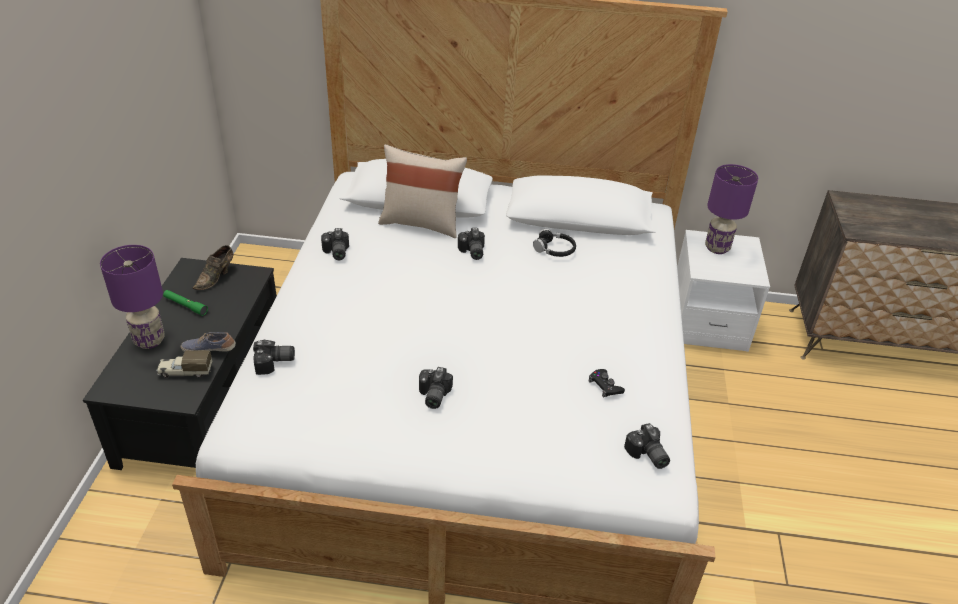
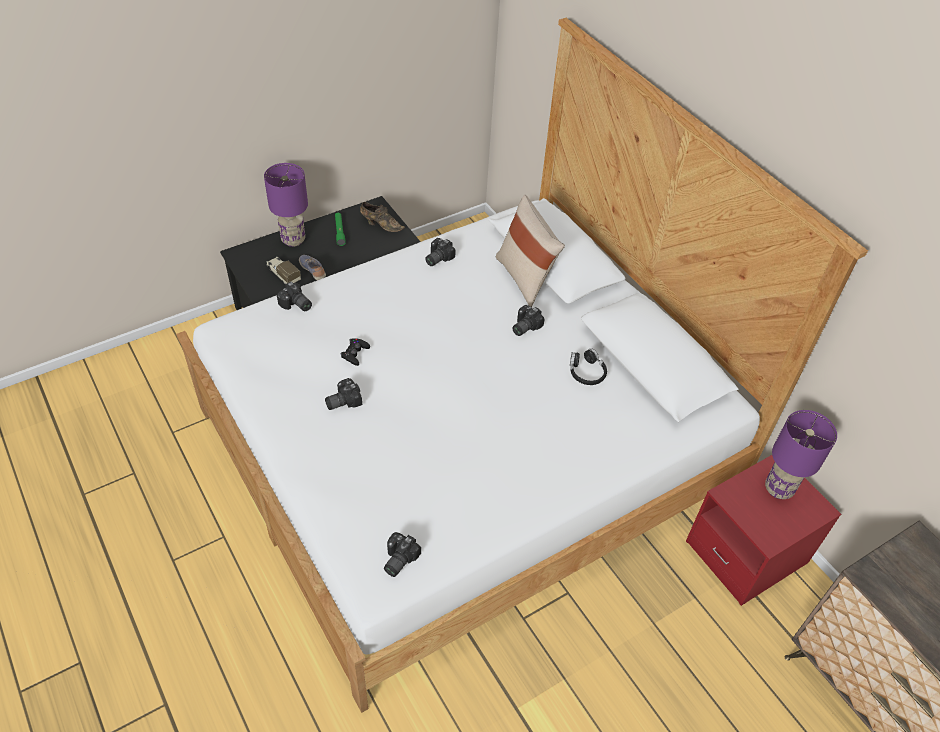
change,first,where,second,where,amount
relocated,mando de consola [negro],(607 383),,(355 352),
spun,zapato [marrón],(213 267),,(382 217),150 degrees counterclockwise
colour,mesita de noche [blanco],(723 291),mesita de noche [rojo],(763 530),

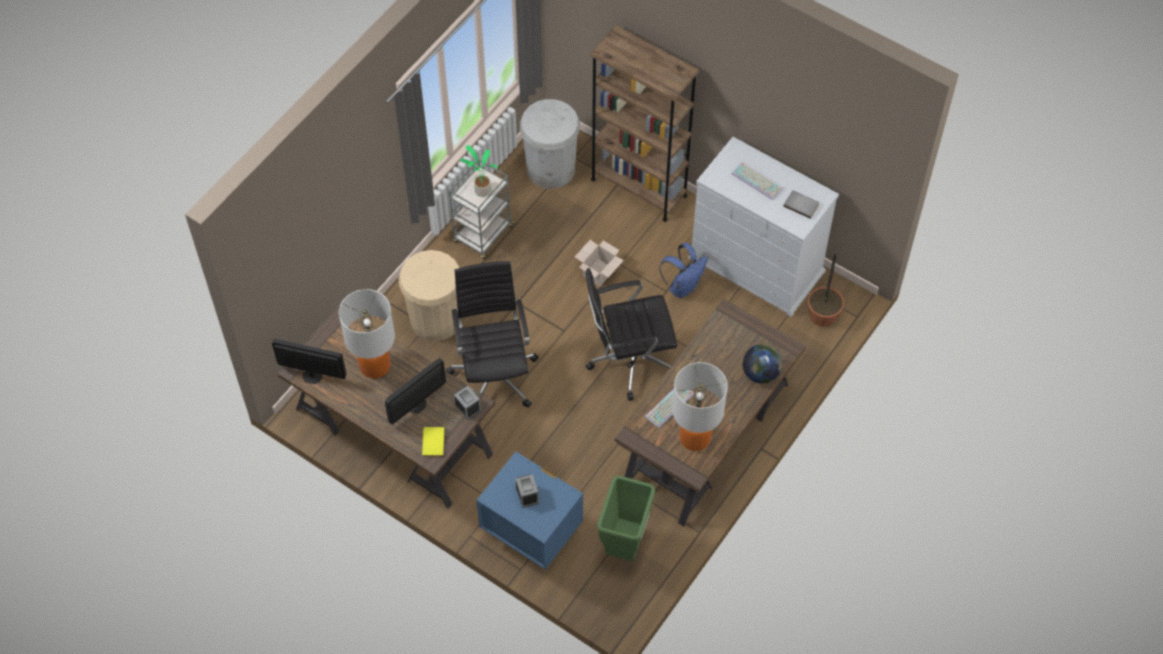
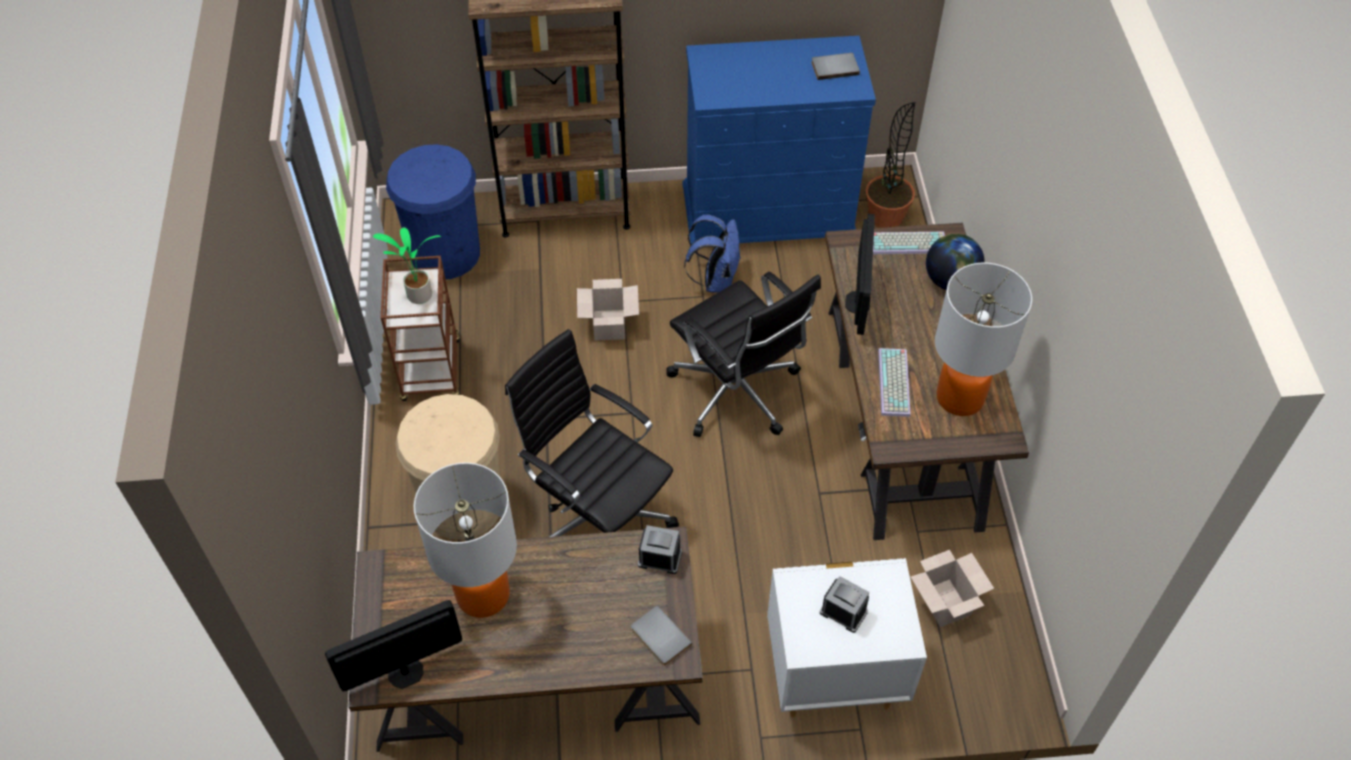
change,first,where,second,where,amount
colour,carrito [gris],(482 209),carrito [marrón],(420 328),
colour,papelera [blanco],(550 144),papelera [azul],(433 211),
colour,libro [amarillo],(433 442),libro [gris],(661 635),
spun,silla de oficina [negro],(631 334),,(743 354),75 degrees counterclockwise
colour,cómoda [blanco],(763 227),cómoda [azul],(779 140),
colour,mesita de noche [azul],(529 511),mesita de noche [blanco],(847 637),
relocated,monitor,(415 391),,(860 274),
relocated,teclado,(757 181),,(909 243),
exchanged,papelera [verde],(626 518),caja de cartón,(952 588),

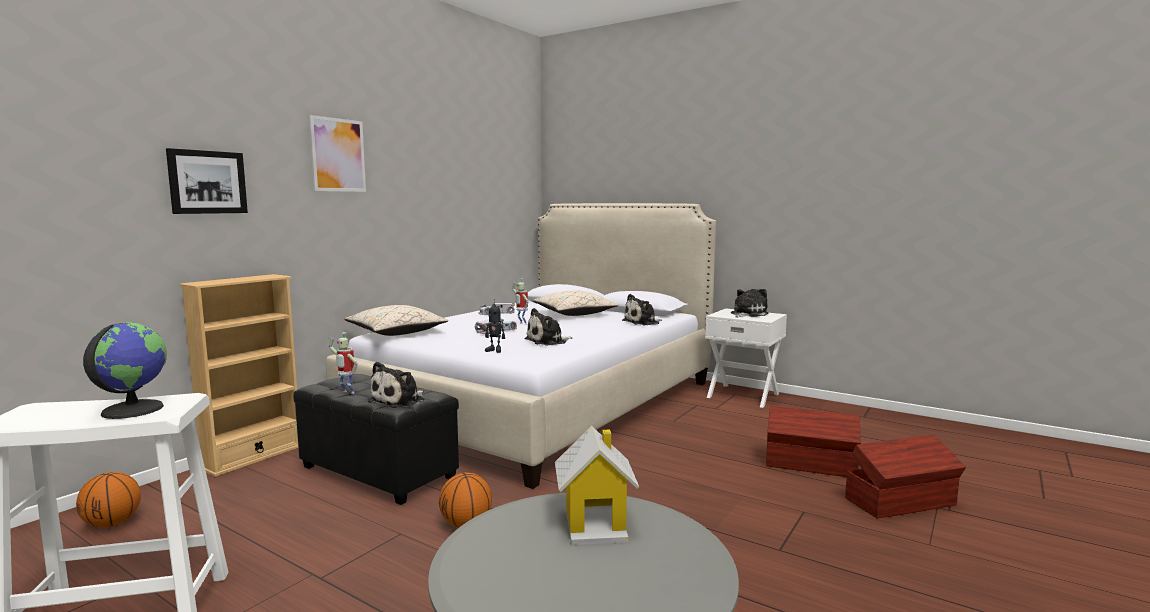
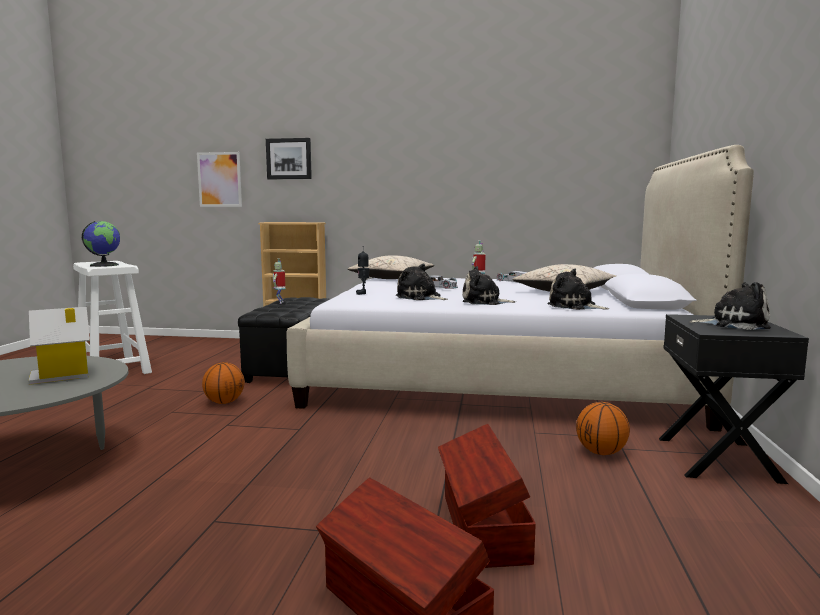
change,first,where,second,where,amount
relocated,cuadro,(337 153),,(219 179),
relocated,peluche,(396 385),,(489 285),
relocated,balón de baloncesto,(108 500),,(603 428),
colour,mesita de noche [blanco],(746 358),mesita de noche [negro],(734 399),

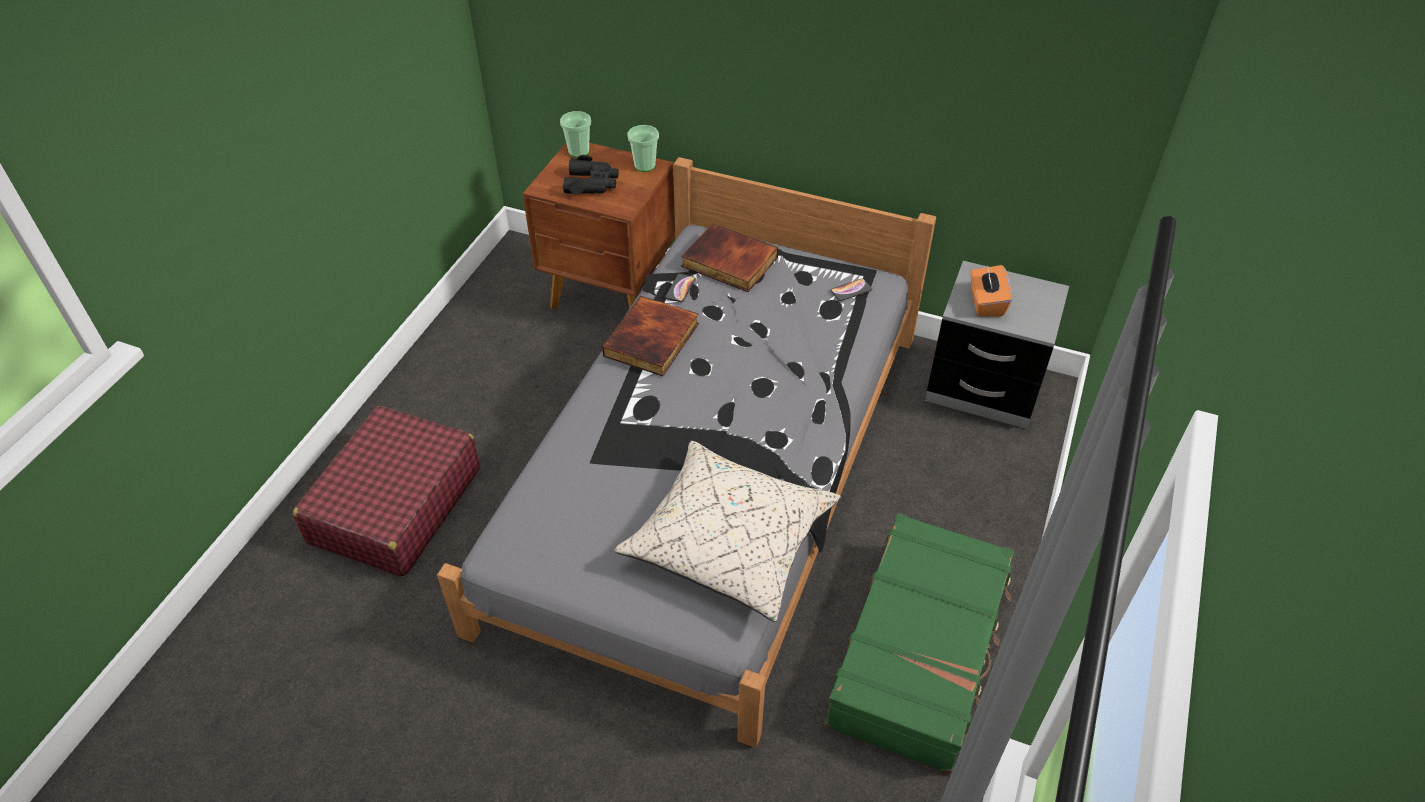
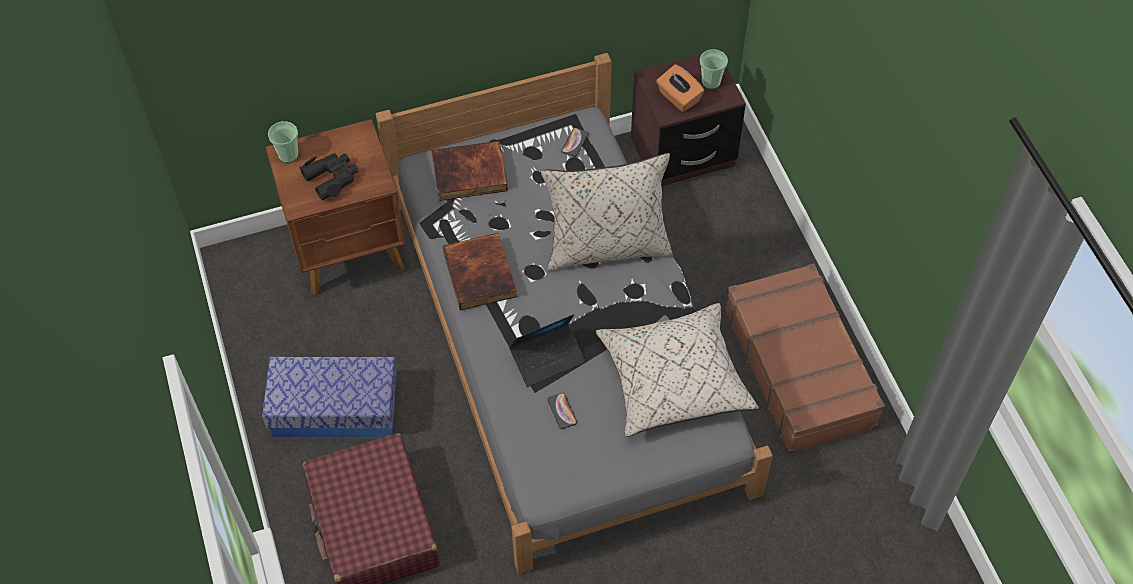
change,first,where,second,where,amount
appeared,,,caja de almacenaje,(329 397),
appeared,,,portátil,(547 350),
appeared,,,cojín [beis],(607 212),
relocated,móvil,(680 288),,(562 411),
colour,mesita de noche [gris],(997 345),mesita de noche [marrón],(688 119),
relocated,taza,(643 148),,(714 69),
colour,maleta [verde],(919 643),maleta [marrón],(805 359),

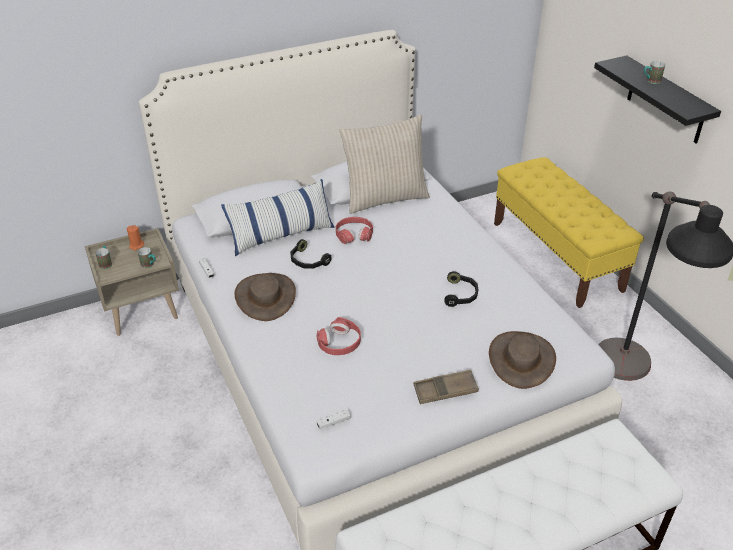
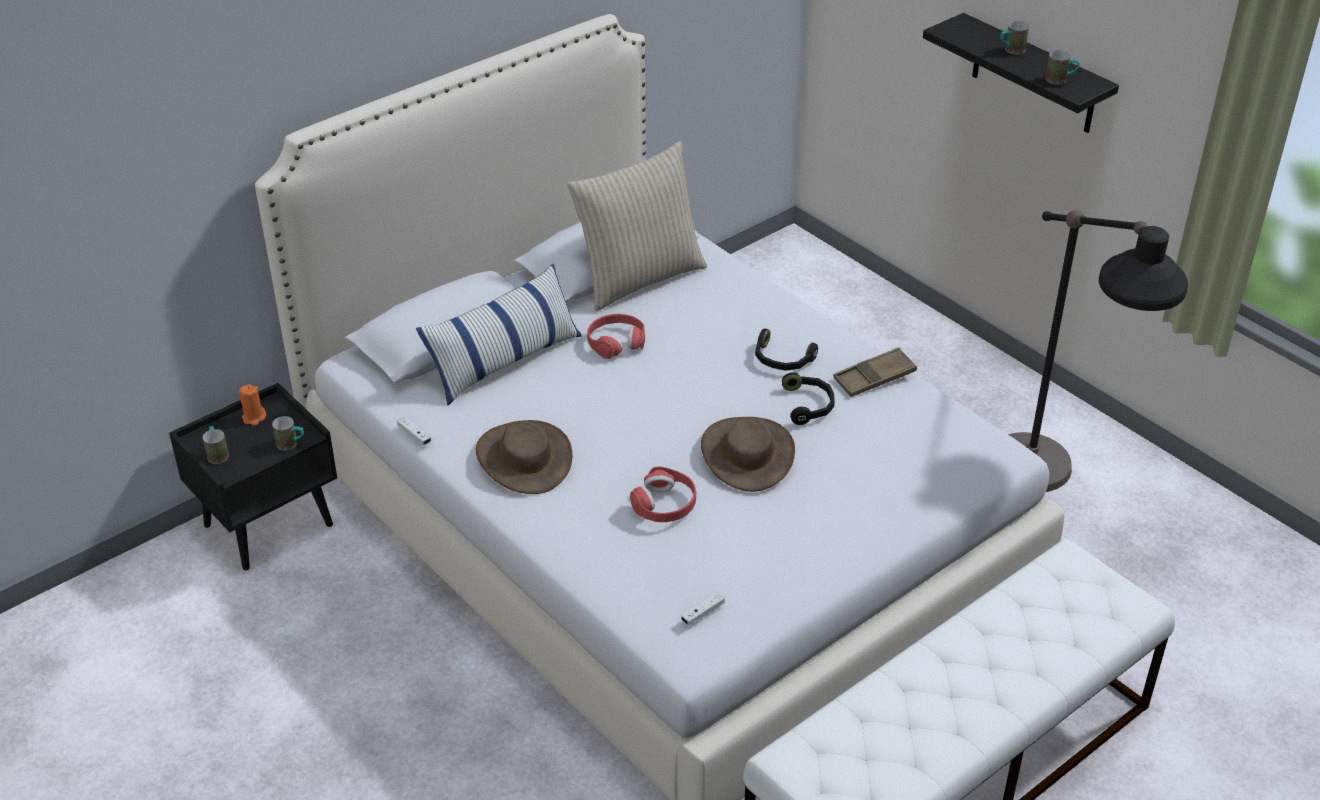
change,first,where,second,where,amount
colour,mesita de noche [beis],(132 282),mesita de noche [negro],(253 476),
relocated,sombrero [marrón],(522 360),,(748 454),
relocated,auriculares [negro],(311 254),,(786 349),
relocated,bandeja [marrón],(446 387),,(875 372),
appeared,,,taza grande,(1062 67),
missing,banco [amarillo],(569 232),,,

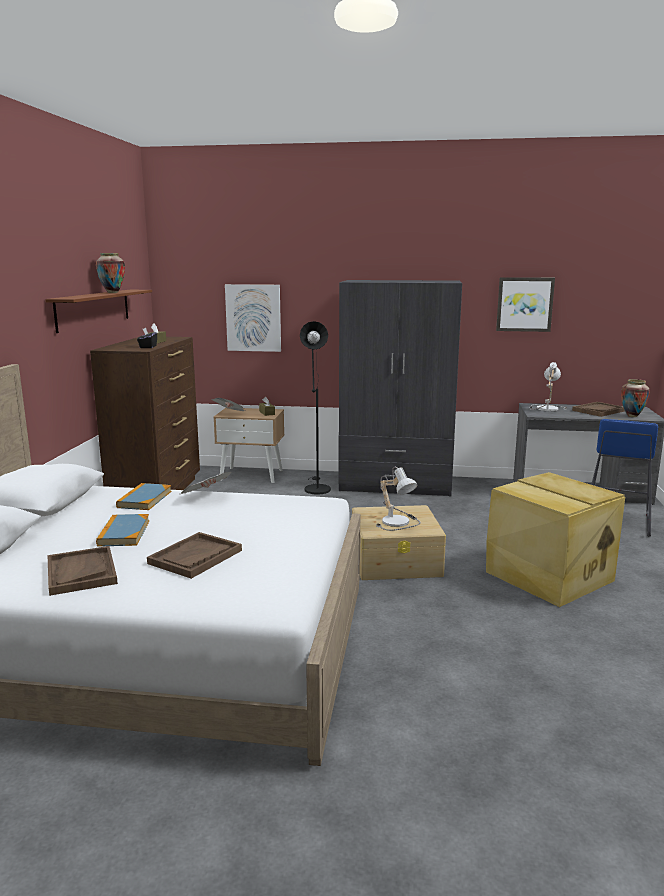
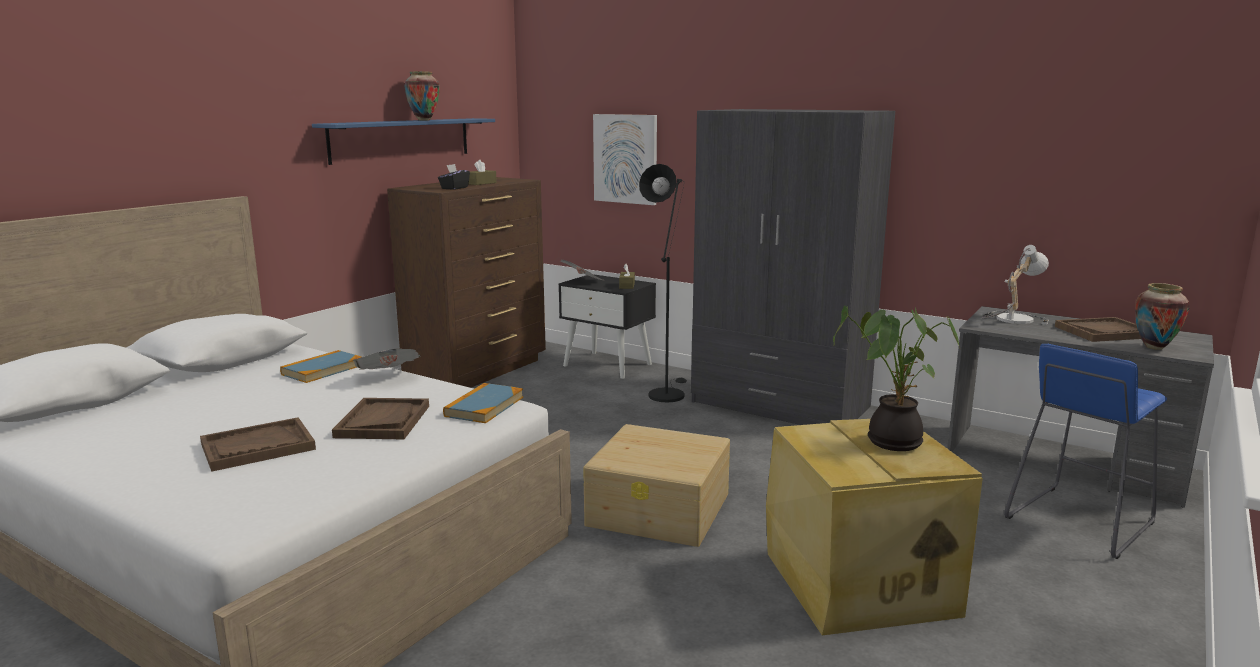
change,first,where,second,where,amount
colour,estante [marrón],(98 311),estante [azul],(403 141),
relocated,bandeja [marrón],(83 571),,(380 418),
relocated,libro,(122 530),,(483 403),
colour,mesita de noche [beis],(248 445),mesita de noche [negro],(607 326),
appeared,,,planta en maceta,(896 378),
missing,lámpara de mesa,(398 499),,,
missing,cuadro,(525 304),,,

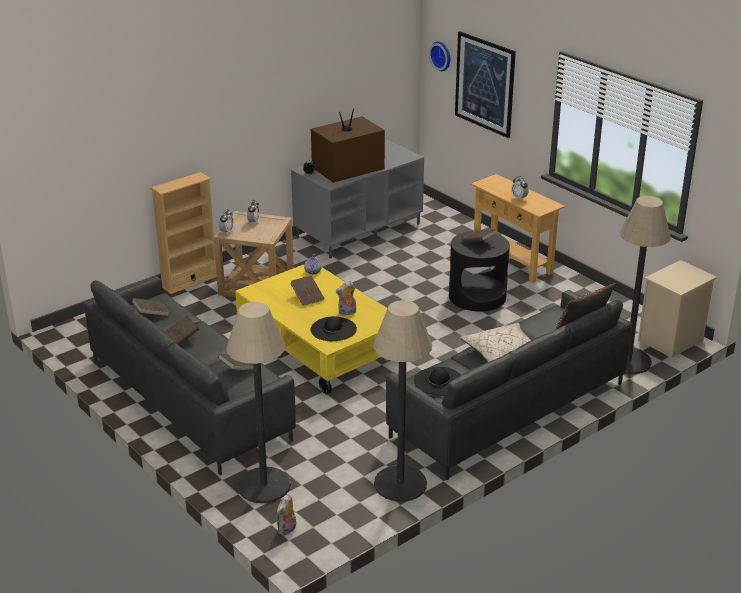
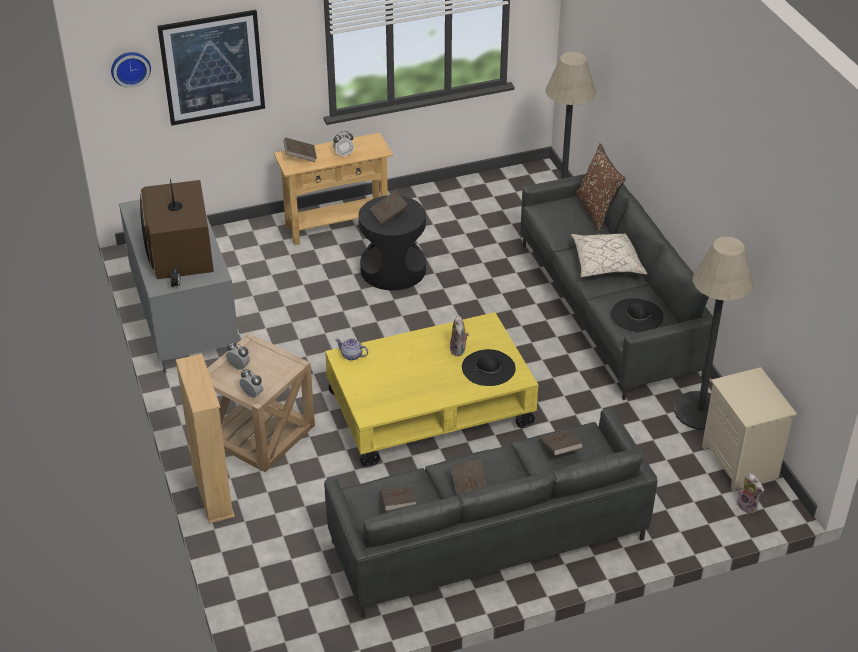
change,first,where,second,where,amount
relocated,libro [marrón],(307 290),,(300 149),
relocated,mesita de noche [beis],(677 309),,(749 429),
missing,lámpara de pie,(258 402),,,

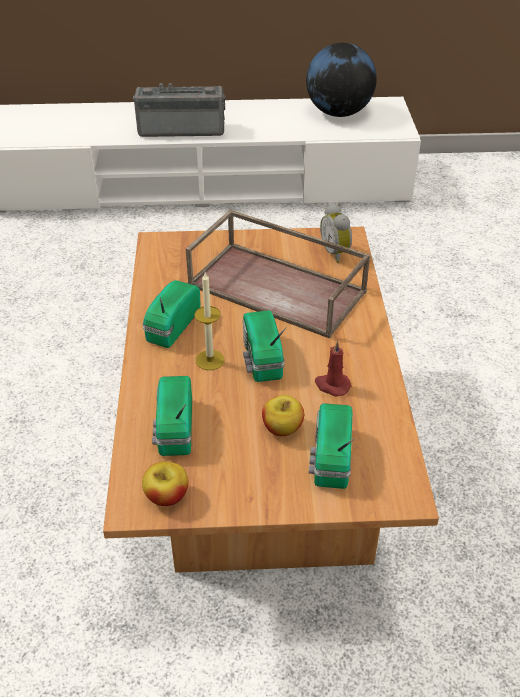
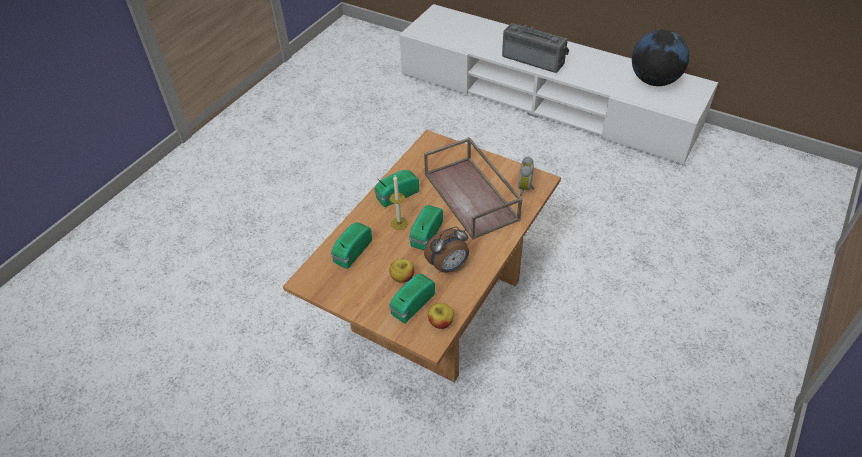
change,first,where,second,where,amount
exchanged,vela [rojo],(333 368),despertador,(446 249),
relocated,manzana,(165 484),,(441 316),

